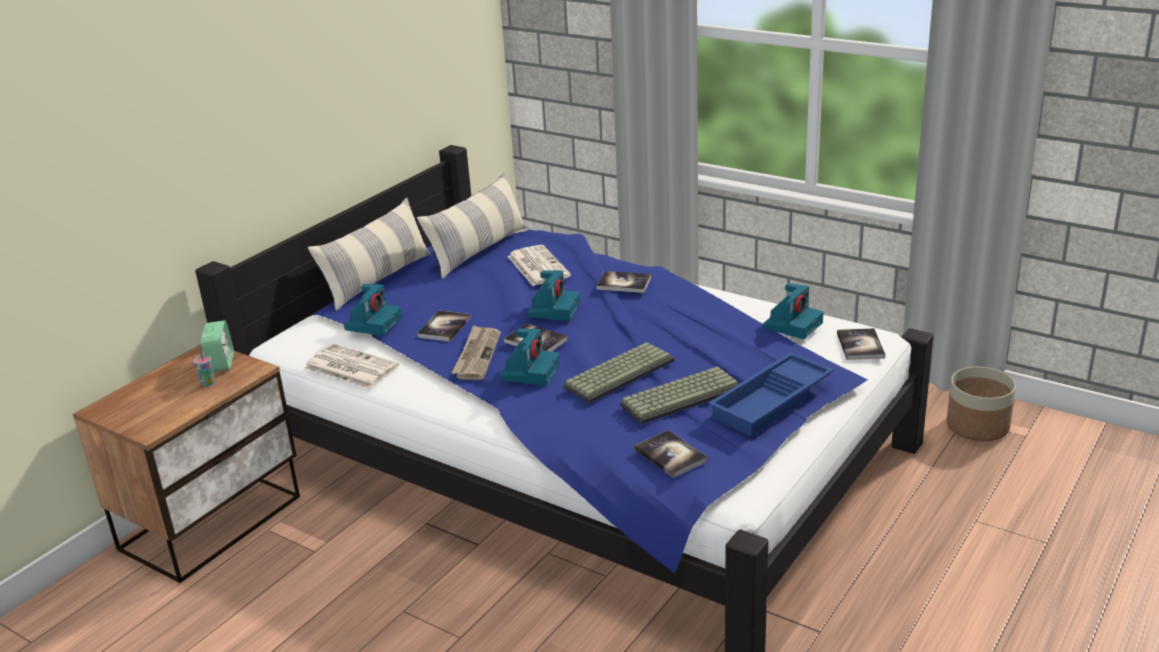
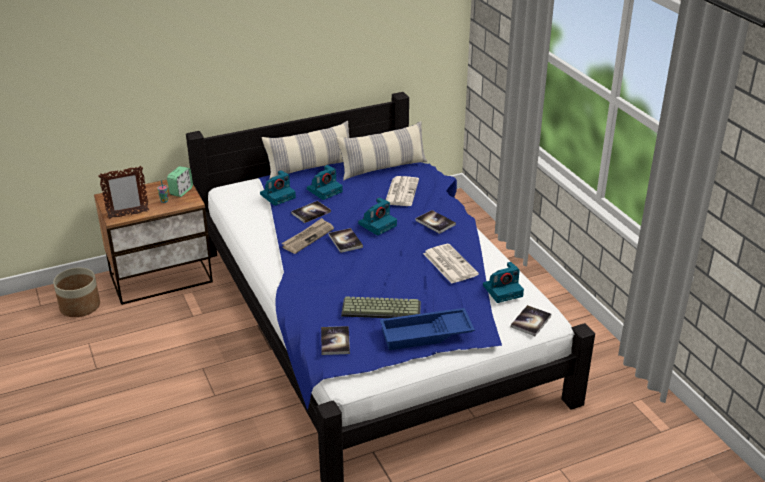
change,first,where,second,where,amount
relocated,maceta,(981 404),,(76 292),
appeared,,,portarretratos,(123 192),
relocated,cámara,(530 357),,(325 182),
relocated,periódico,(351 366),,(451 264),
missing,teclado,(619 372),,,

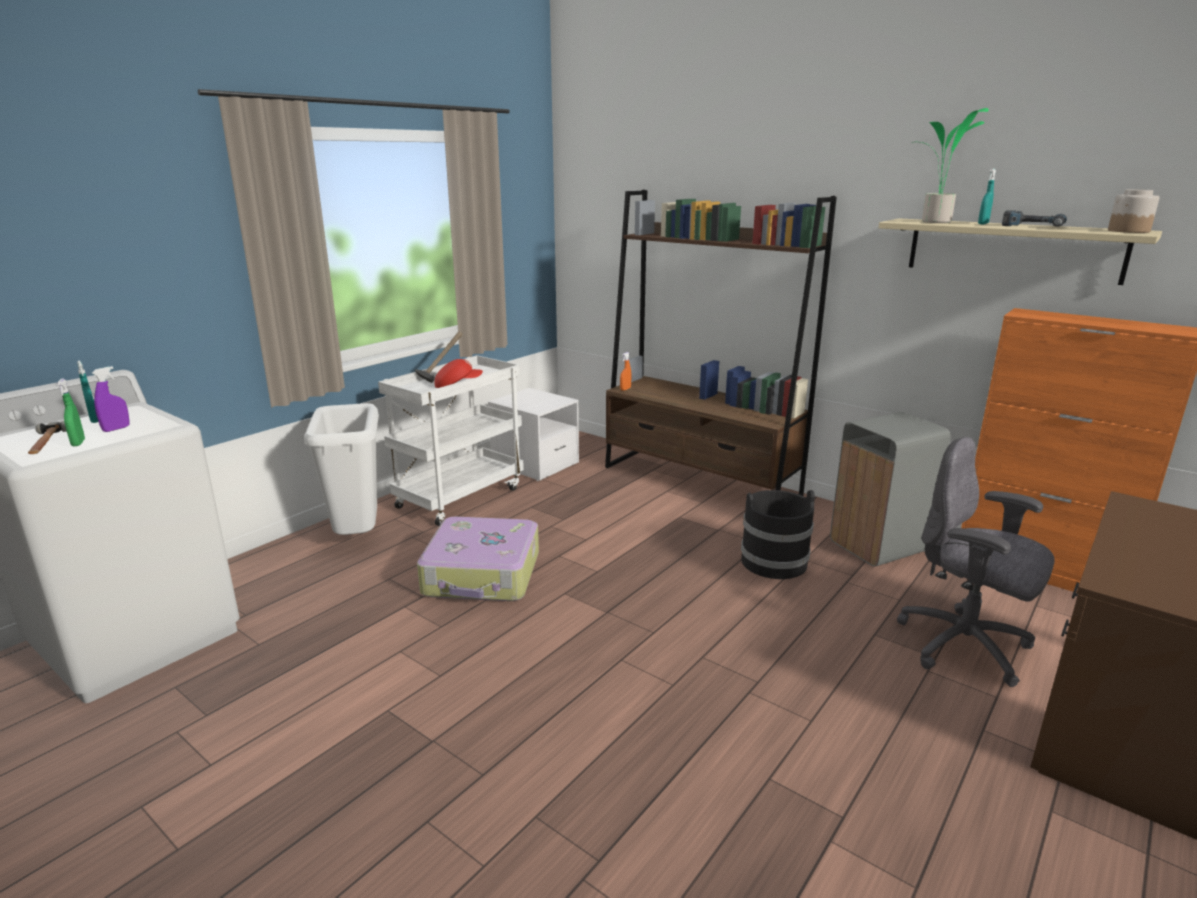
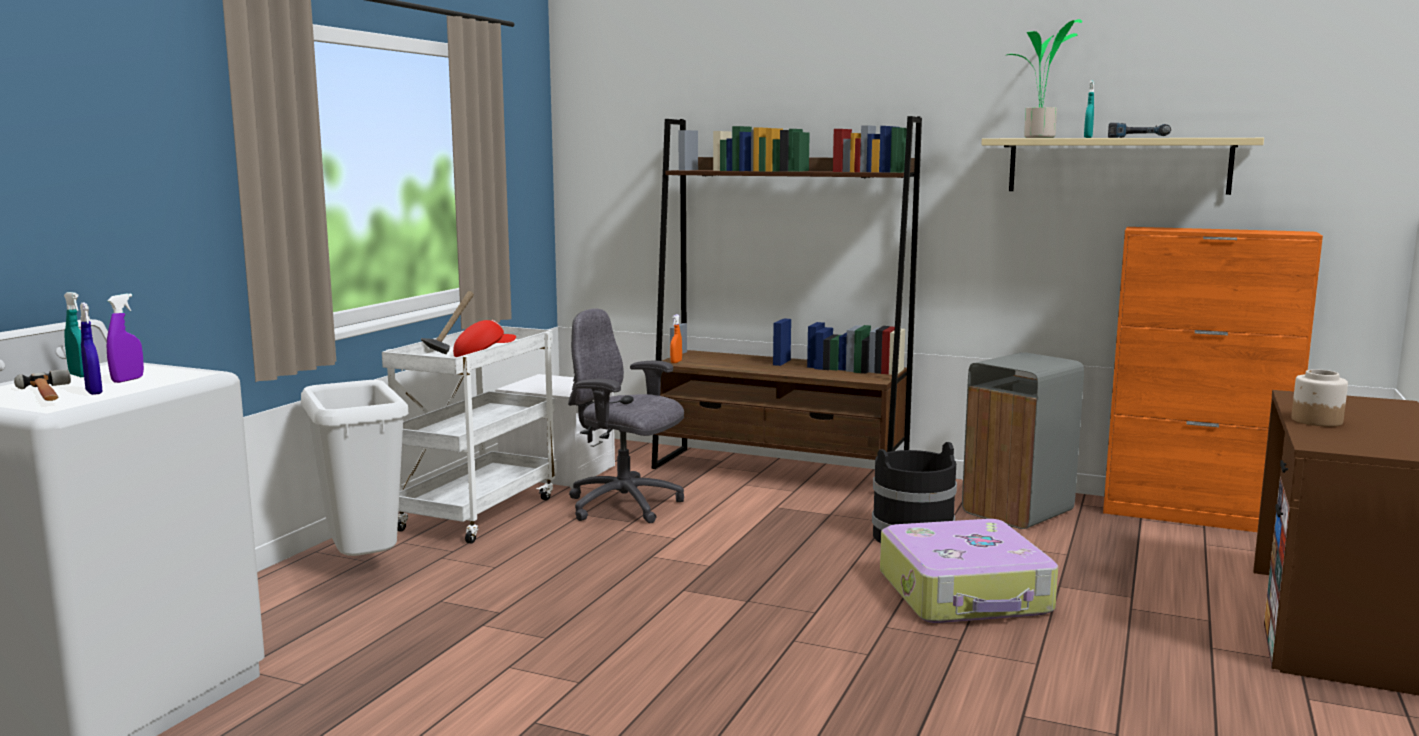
change,first,where,second,where,amount
colour,pulverizador [verde],(71 412),pulverizador [azul],(91 349),
relocated,silla de oficina [gris],(976 562),,(626 415),
relocated,maleta,(478 559),,(969 571),
relocated,tarro,(1134 211),,(1319 398),

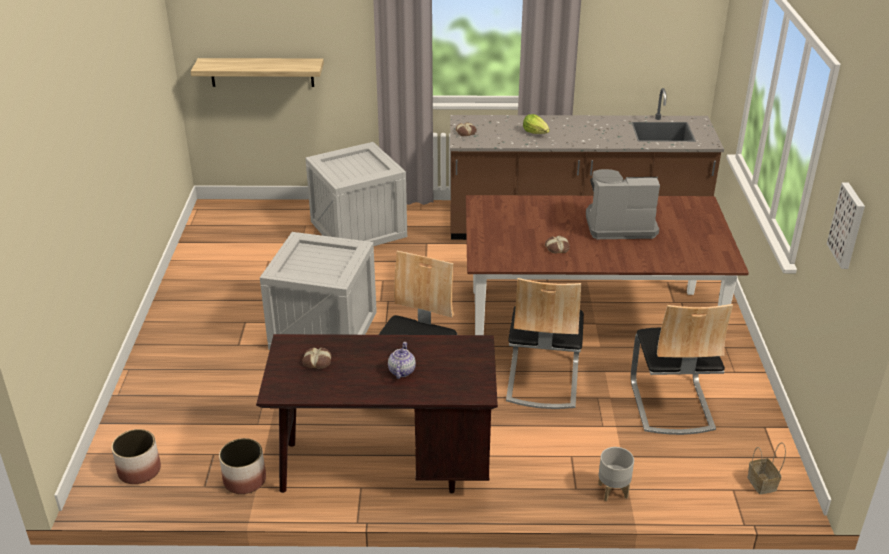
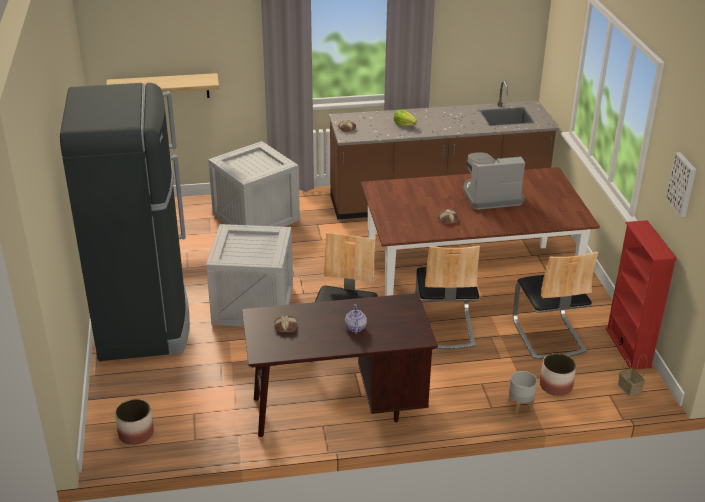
change,first,where,second,where,amount
appeared,,,nevera [negro],(125 222),
relocated,maceta,(242 466),,(558 374),
appeared,,,estantería [rojo],(641 295),

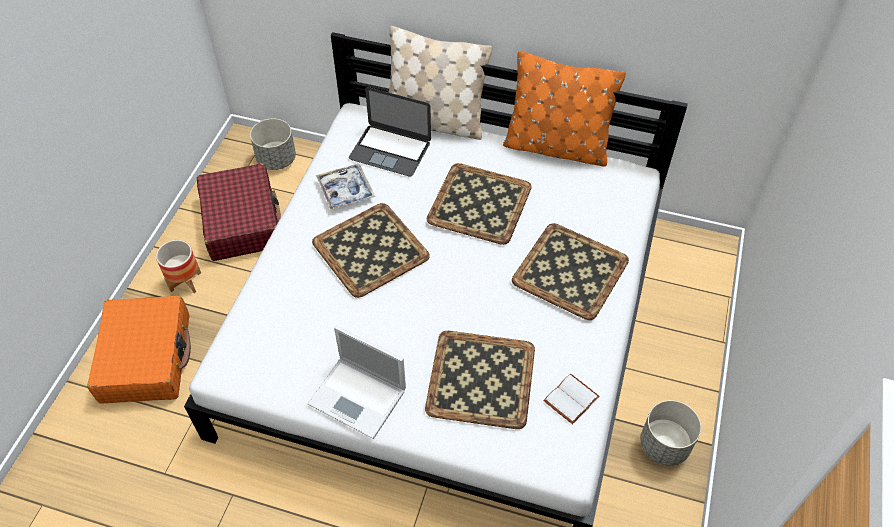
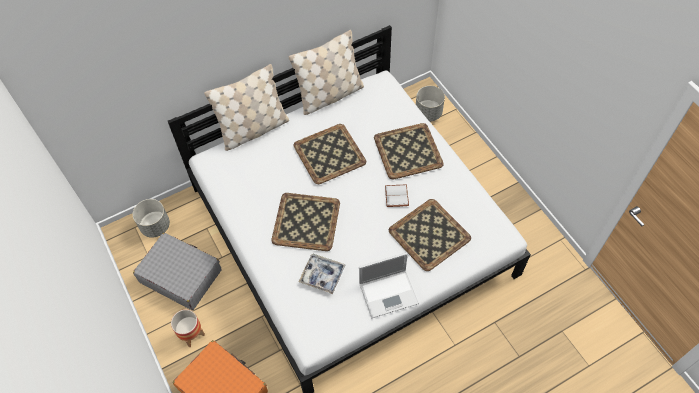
change,first,where,second,where,amount
colour,maleta [rojo],(239 212),maleta [gris],(177 271),
colour,cojín [naranja],(564 109),cojín [beis],(326 72),
relocated,bandeja,(345 187),,(322 274),
relocated,libro [blanco],(571 398),,(397 195),
relocated,maceta [gris],(671 433),,(430 103),
missing,portátil,(390 132),,,

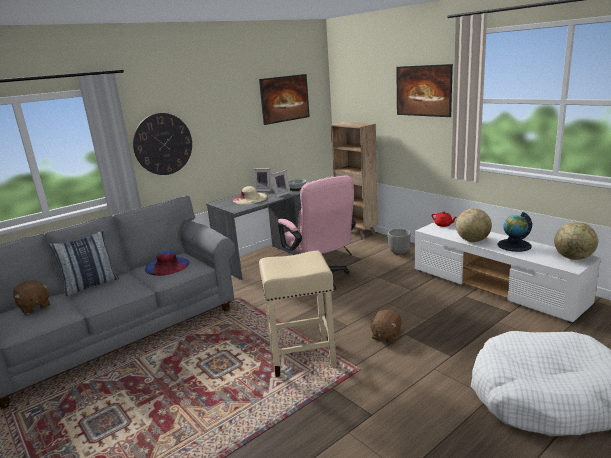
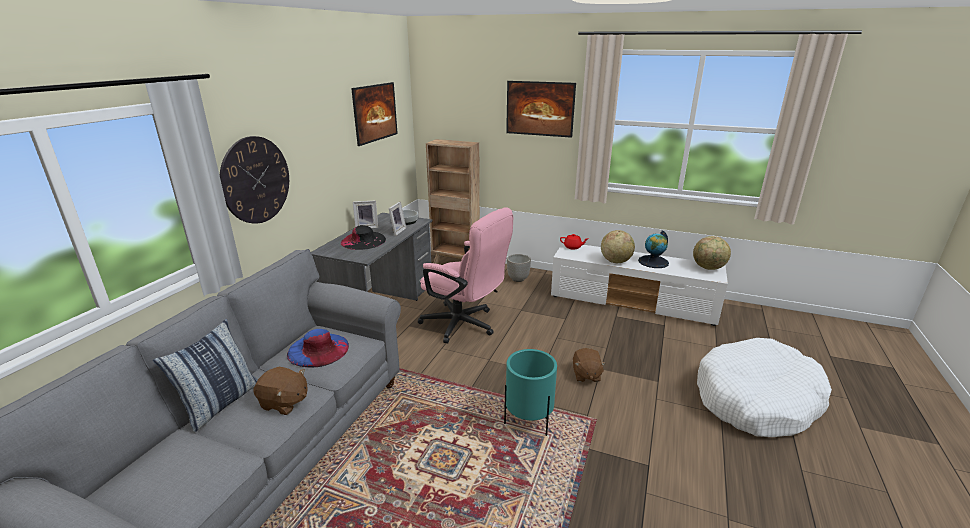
change,first,where,second,where,amount
relocated,peluche [marrón],(32 297),,(280 391),
colour,sombrero [beis],(250 195),sombrero [negro],(363 237),
exchanged,taburete [beis],(298 314),maceta [turquesa],(530 392),

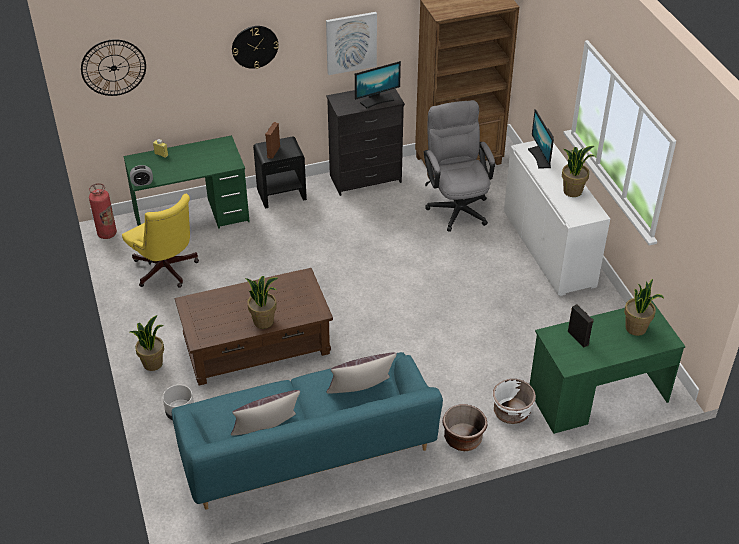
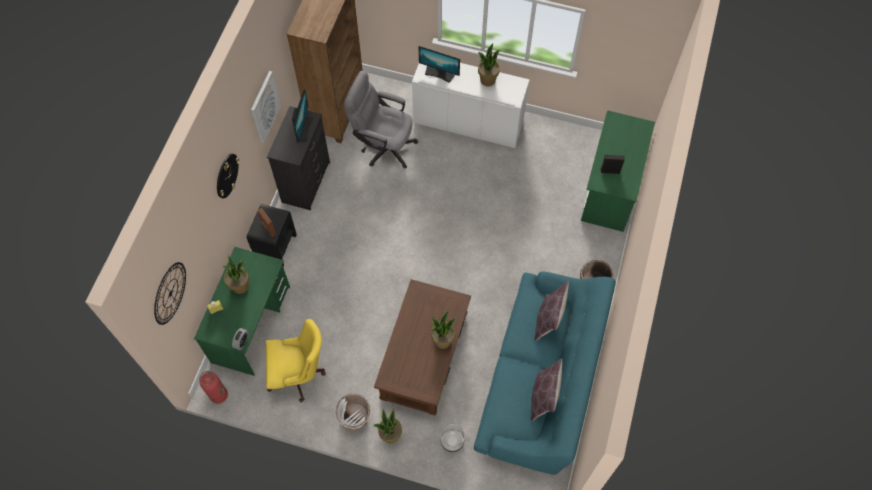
change,first,where,second,where,amount
relocated,planta en maceta,(644 307),,(236 274),
relocated,maceta [blanco],(514 401),,(353 412),

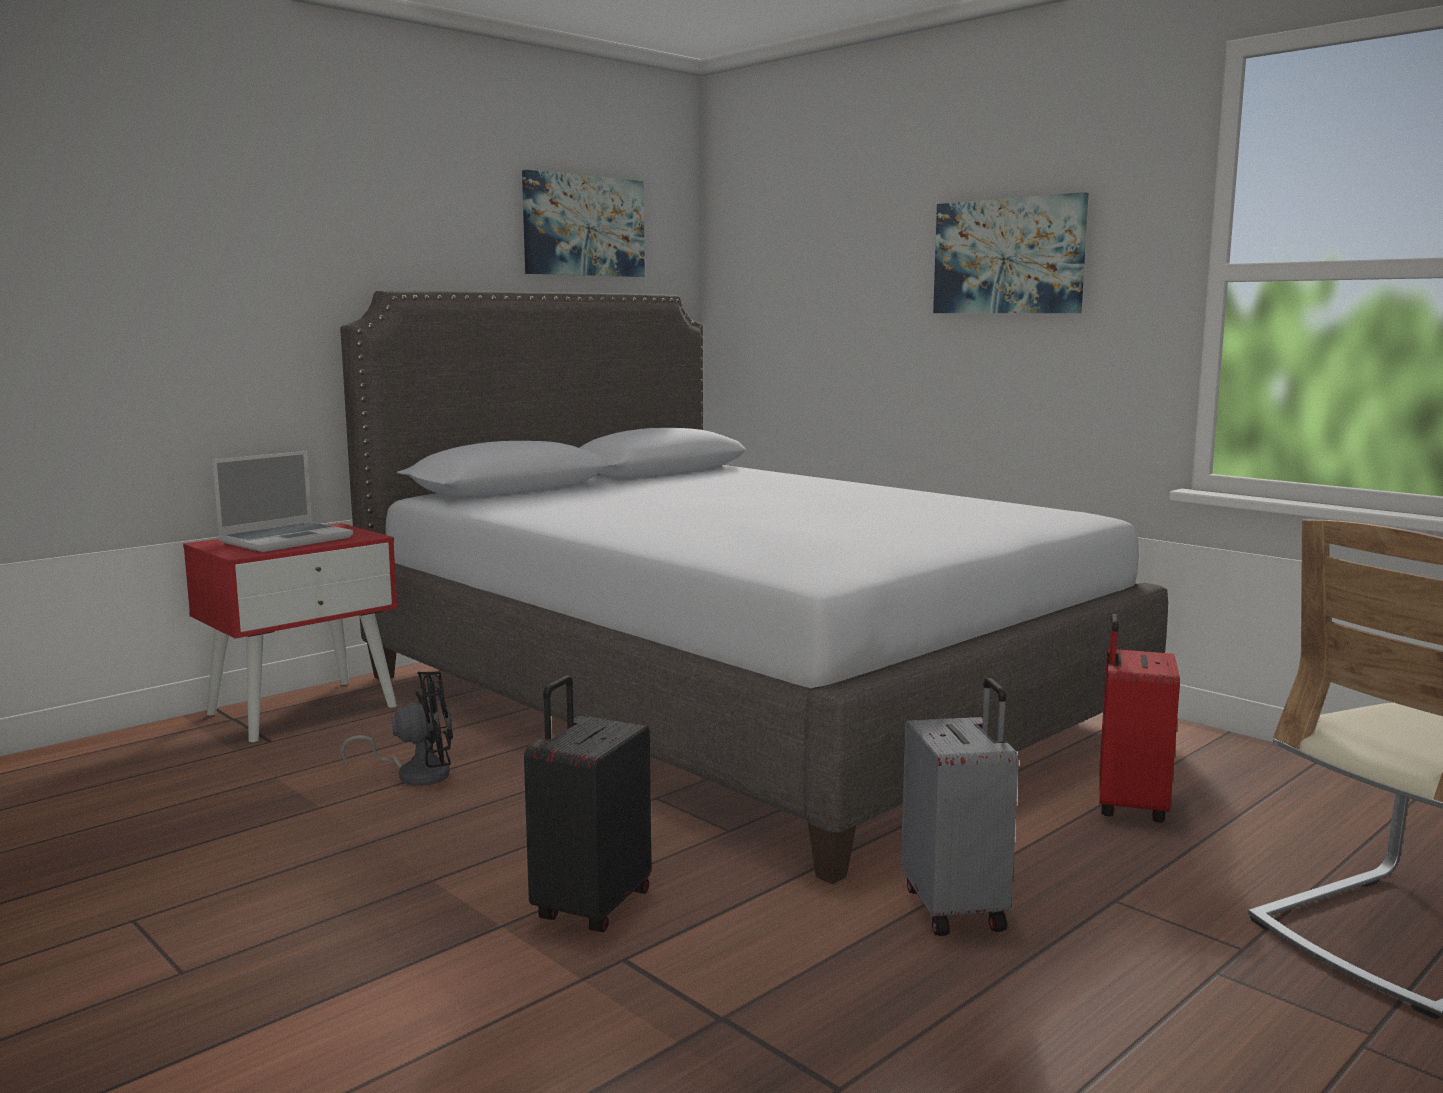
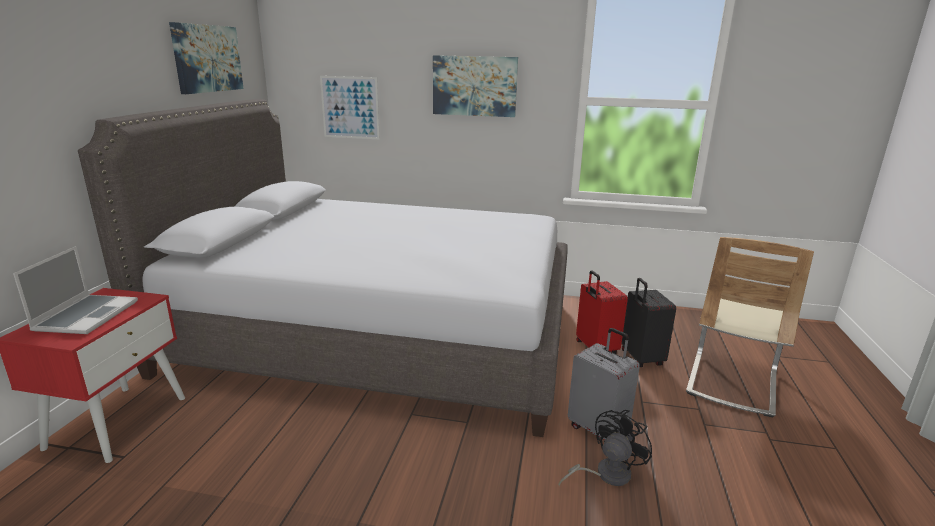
change,first,where,second,where,amount
appeared,,,cuadro,(350 107),
relocated,ventilador [negro],(397 729),,(605 448),
relocated,maleta [negro],(587 803),,(649 322),

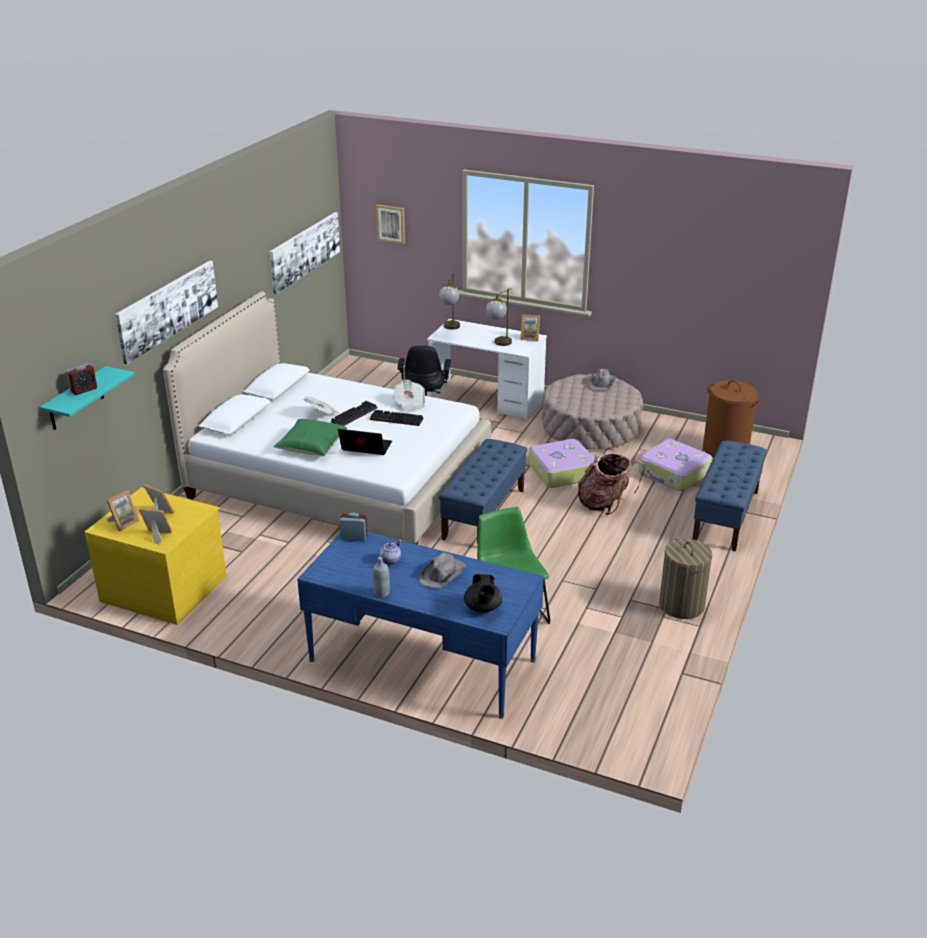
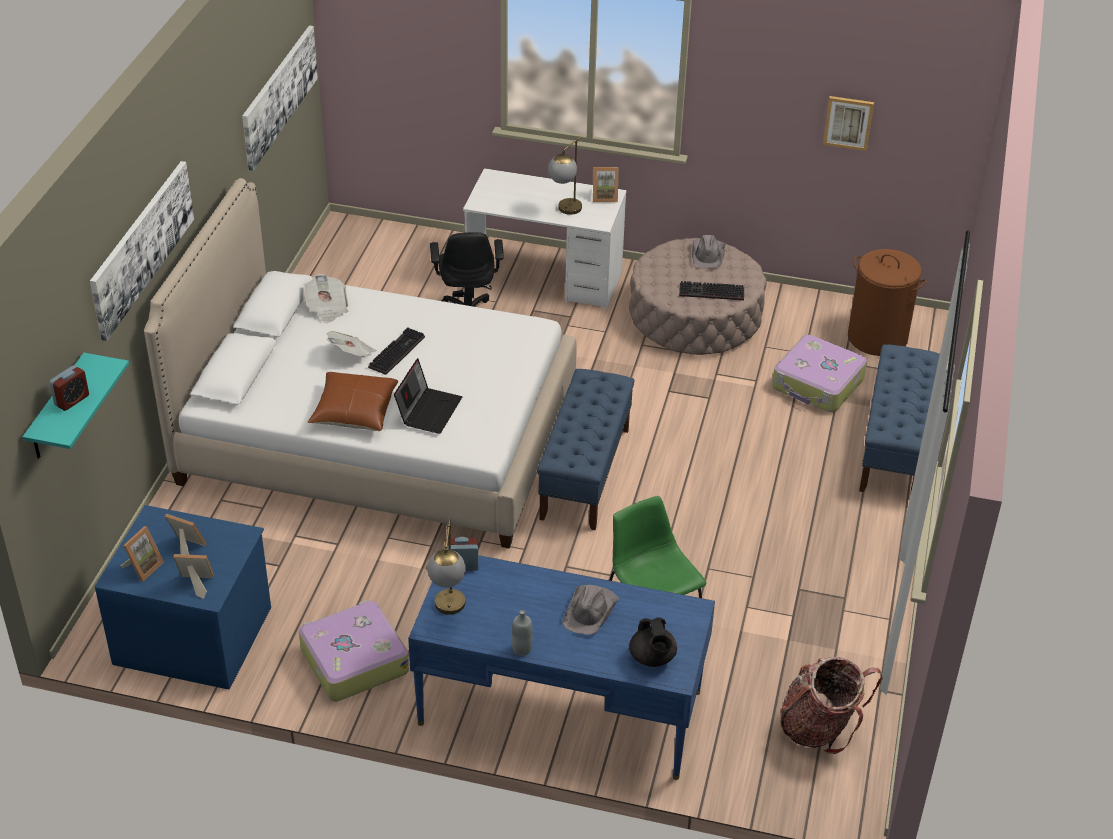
change,first,where,second,where,amount
colour,cómoda [amarillo],(156 556),cómoda [azul],(182 597),
relocated,maleta,(561 463),,(354 651),
relocated,periódico,(409 396),,(326 298),
colour,cojín [verde],(310 437),cojín [marrón],(353 401),
spun,portátil,(365 442),,(428 396),105 degrees clockwise
relocated,lámpara de mesa,(449 301),,(446 567),
relocated,teclado,(396 418),,(711 290),
relocated,mochila,(611 483),,(832 705),
relocated,cuadro,(390 224),,(848 123),
missing,tetera,(390 552),,,
missing,cesto de la ropa,(686 579),,,

